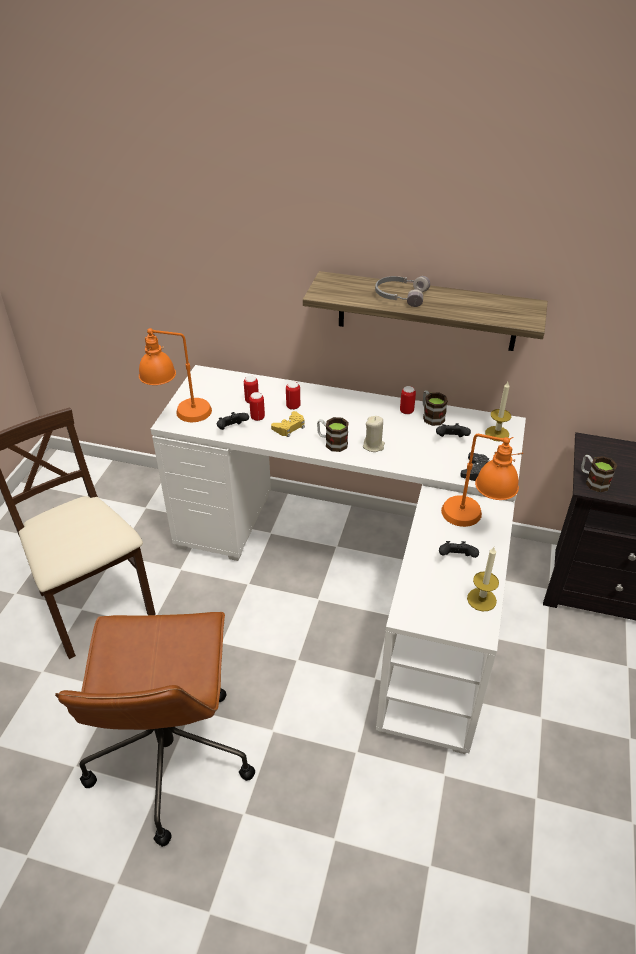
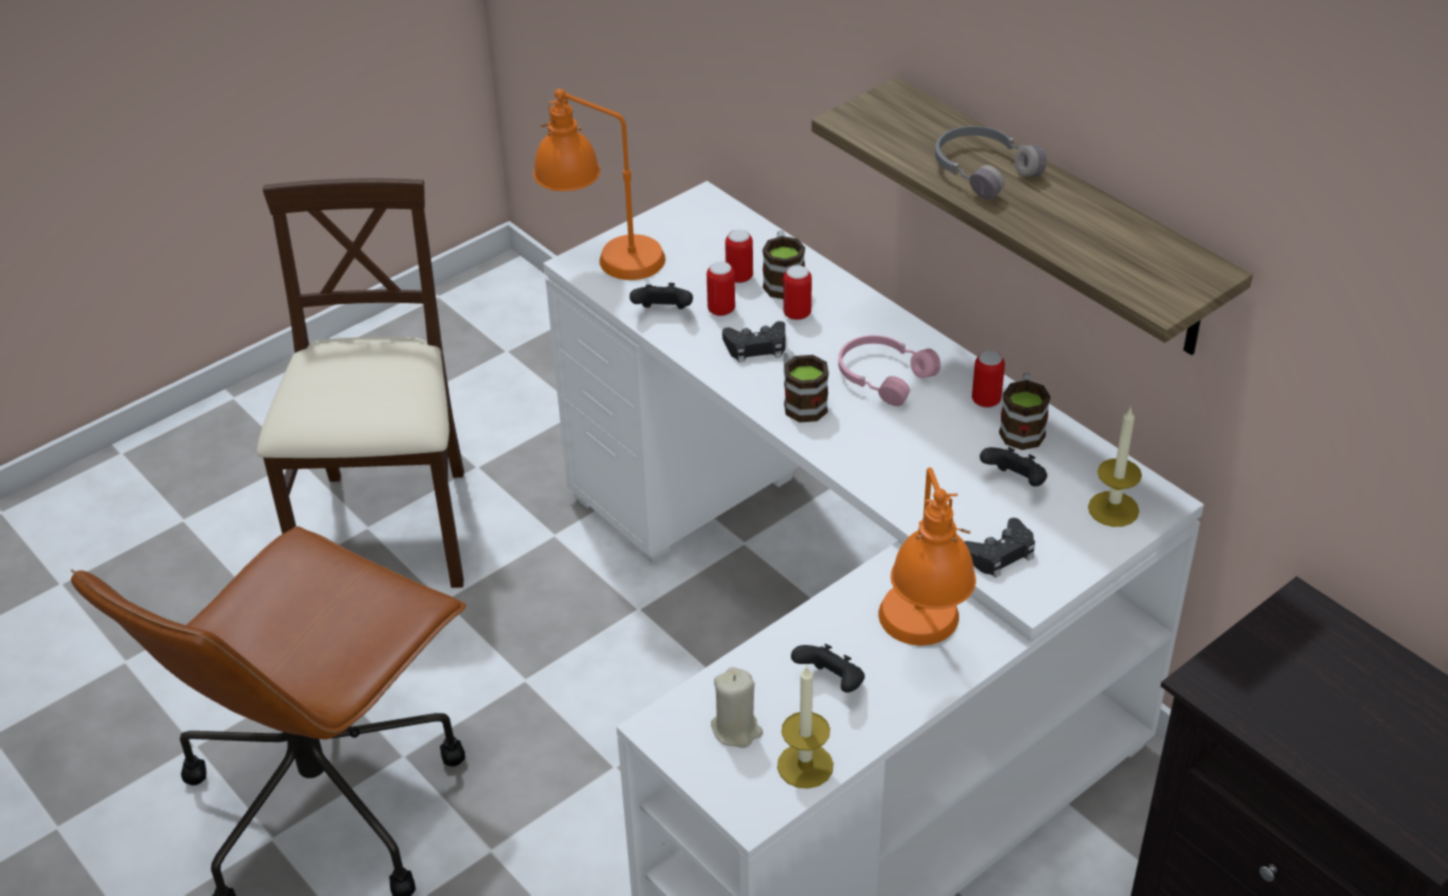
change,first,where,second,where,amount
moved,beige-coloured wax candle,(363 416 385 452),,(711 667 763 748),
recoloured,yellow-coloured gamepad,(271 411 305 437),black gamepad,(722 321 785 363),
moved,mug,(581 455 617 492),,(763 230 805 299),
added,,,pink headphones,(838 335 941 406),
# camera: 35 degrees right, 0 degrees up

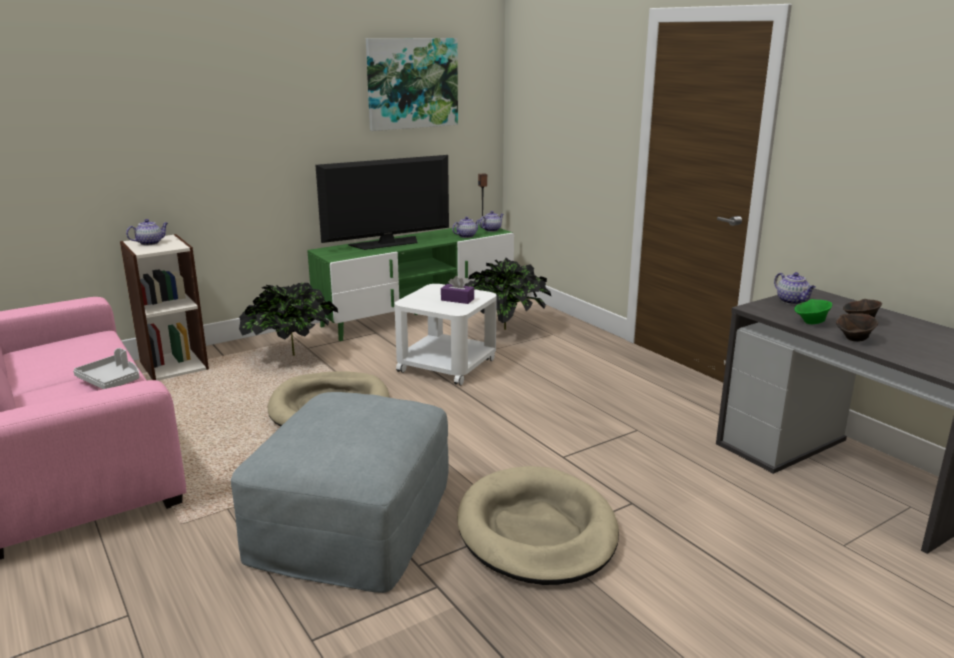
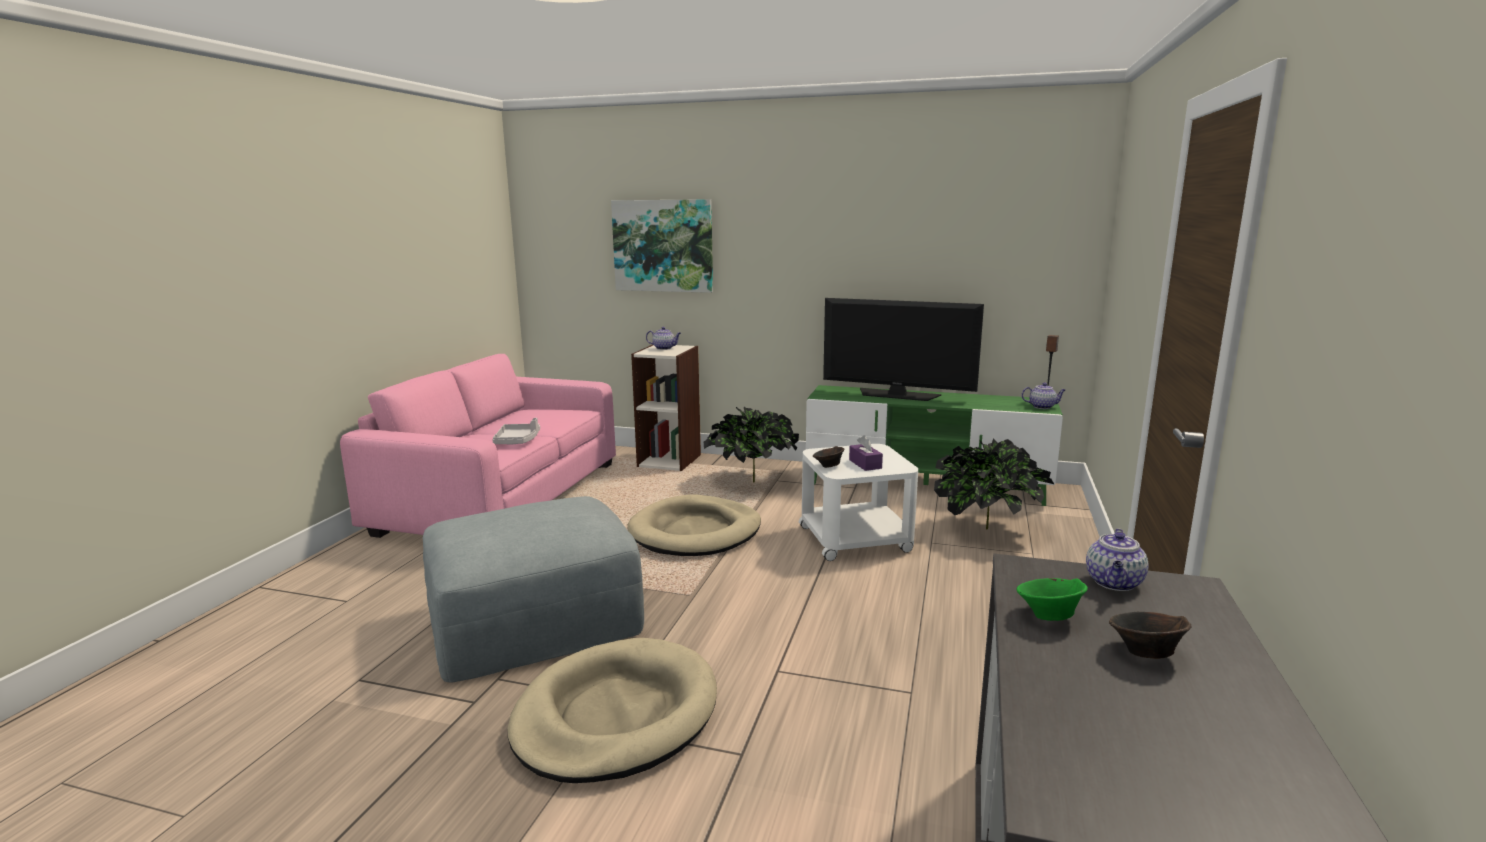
change,first,where,second,where,amount
moved,wall picture,(366 38 458 131),,(611 199 713 293),
moved,brownish deep dish,(836 313 878 342),,(813 446 844 468),
removed,tea pot,(452 217 480 238),,,
# camera: 50 degrees right, 5 degrees down

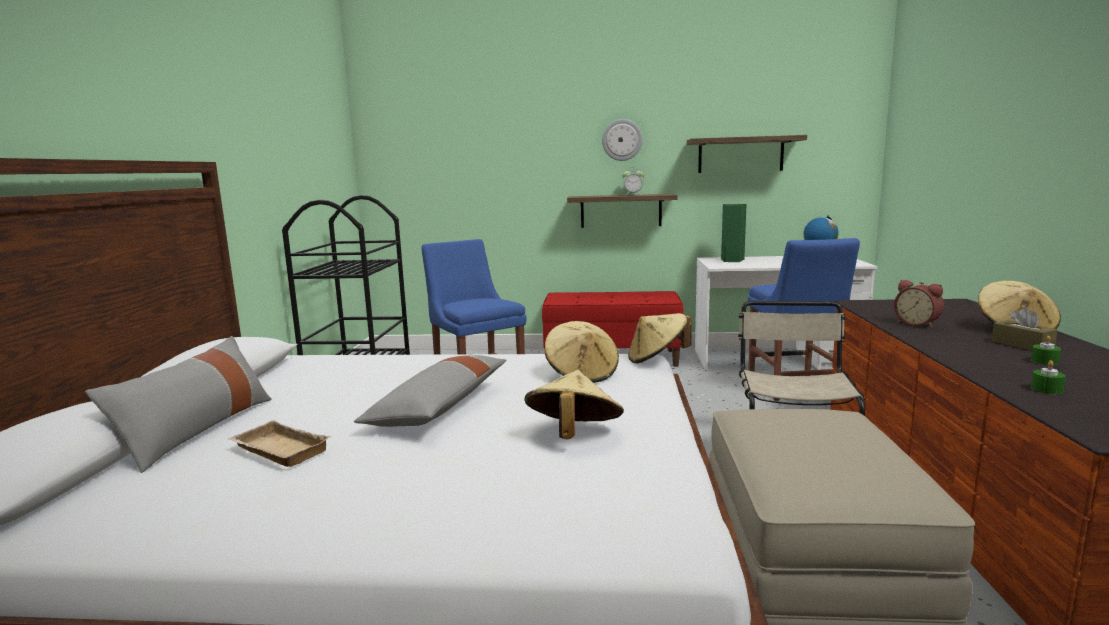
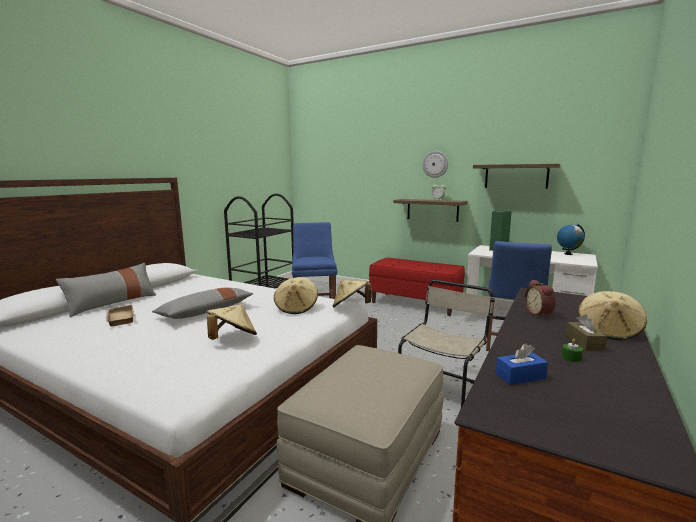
change,first,where,second,where,amount
replaced,greenish wax candle,(1031 360 1066 394),blue-coloured tissue holder,(496 343 548 385),
# camera: 25 degrees right, 0 degrees up

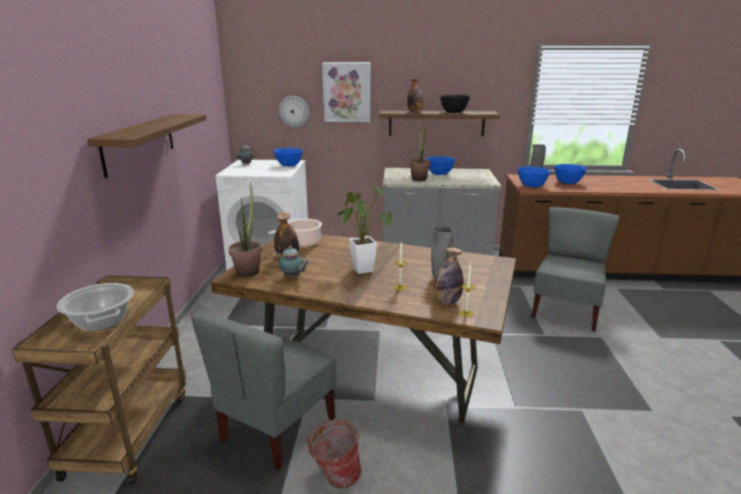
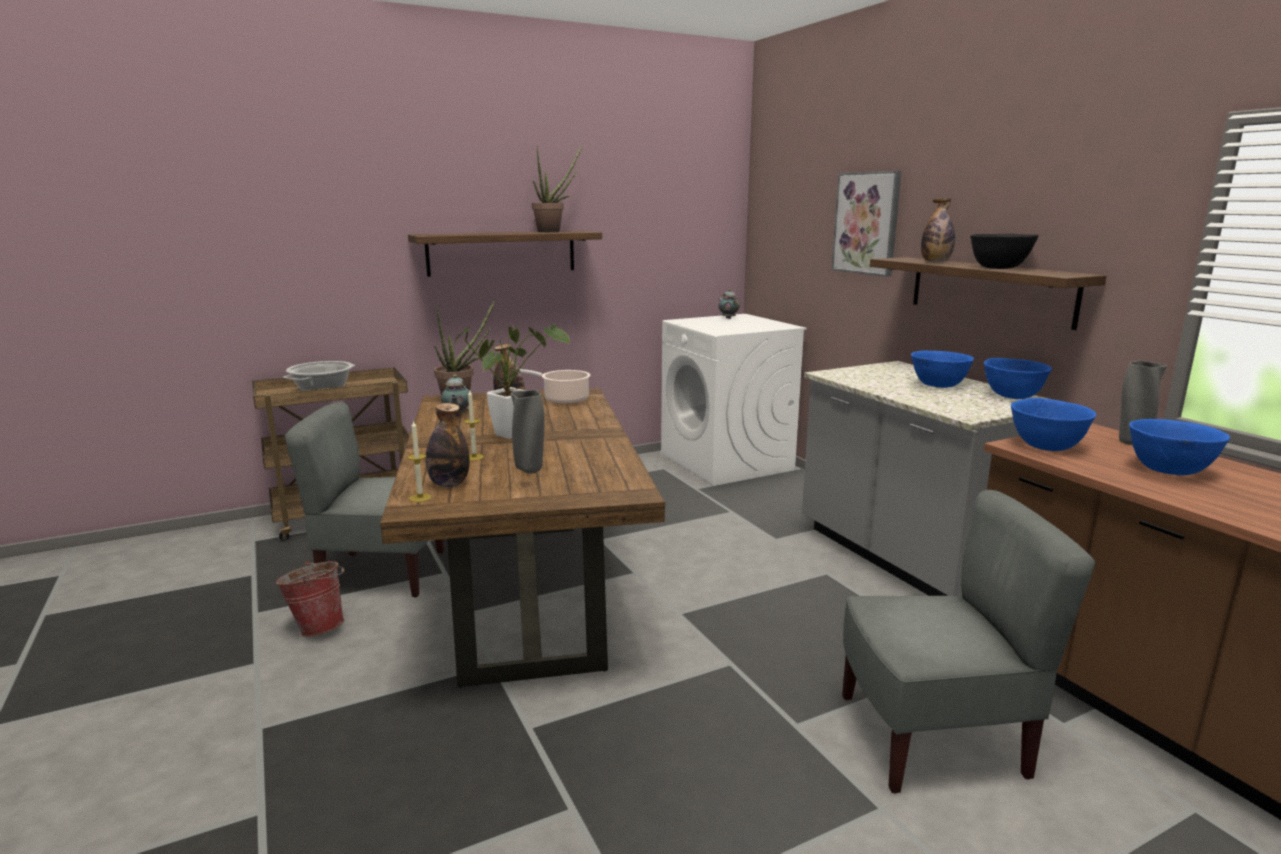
change,first,where,second,where,amount
moved,potted plant,(409 121 431 181),,(532 146 582 232),
moved,blue-coloured deep dish,(274 148 303 167),,(984 358 1052 399),
removed,hanging clock,(279 96 309 127),,,
# camera: 60 degrees right, 5 degrees down

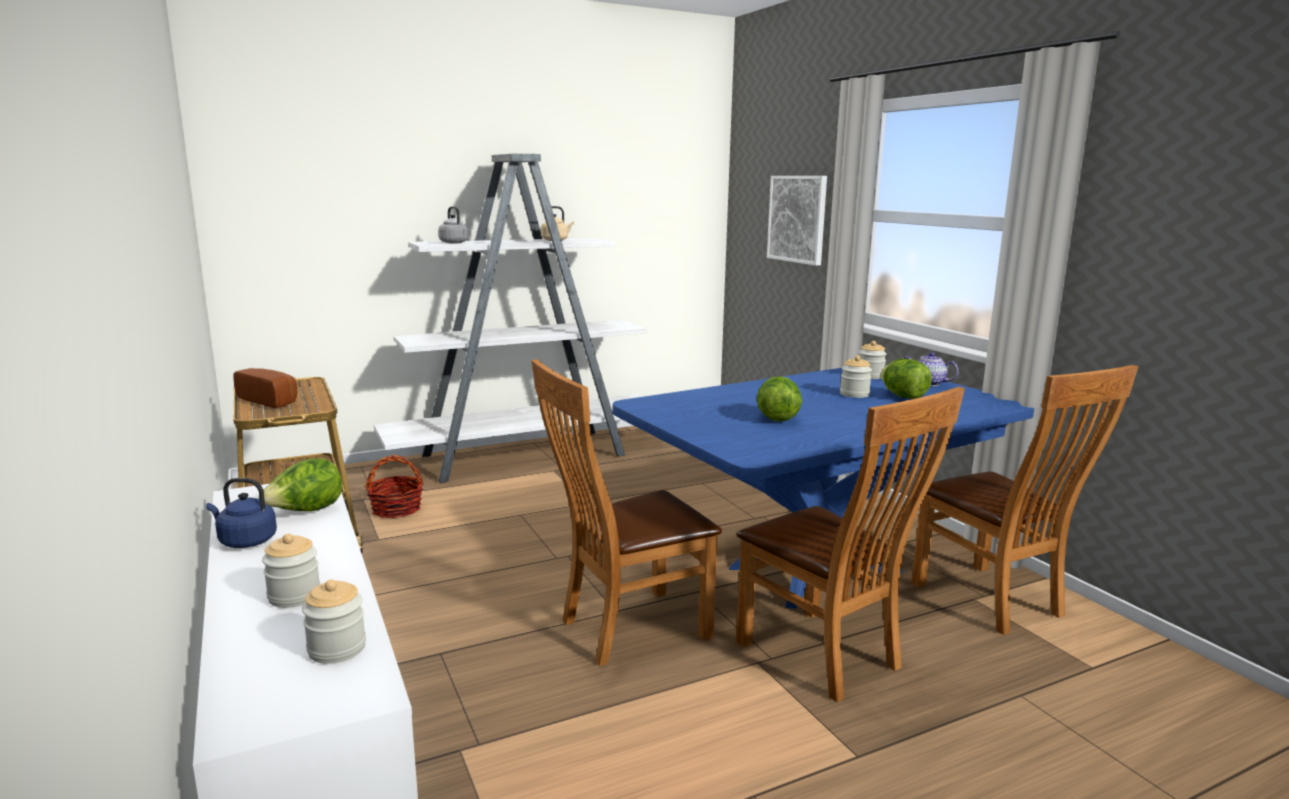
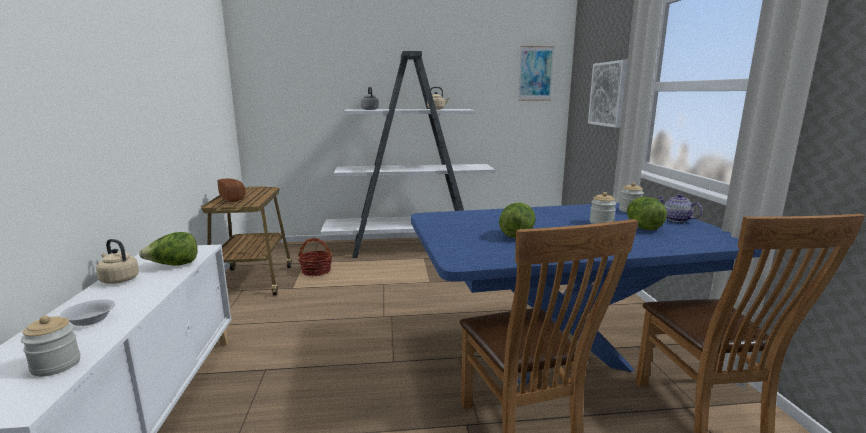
change,first,where,second,where,amount
replaced,jar,(262 534 320 608),whitish deep dish,(59 299 115 326),
recoloured,blue-coloured kettle,(206 478 277 548),beige-coloured kettle,(96 239 139 284),
added,,,wall picture,(518 46 555 101),
removed,brownish plain chair,(531 359 722 666),,,
# camera: 20 degrees right, 0 degrees up

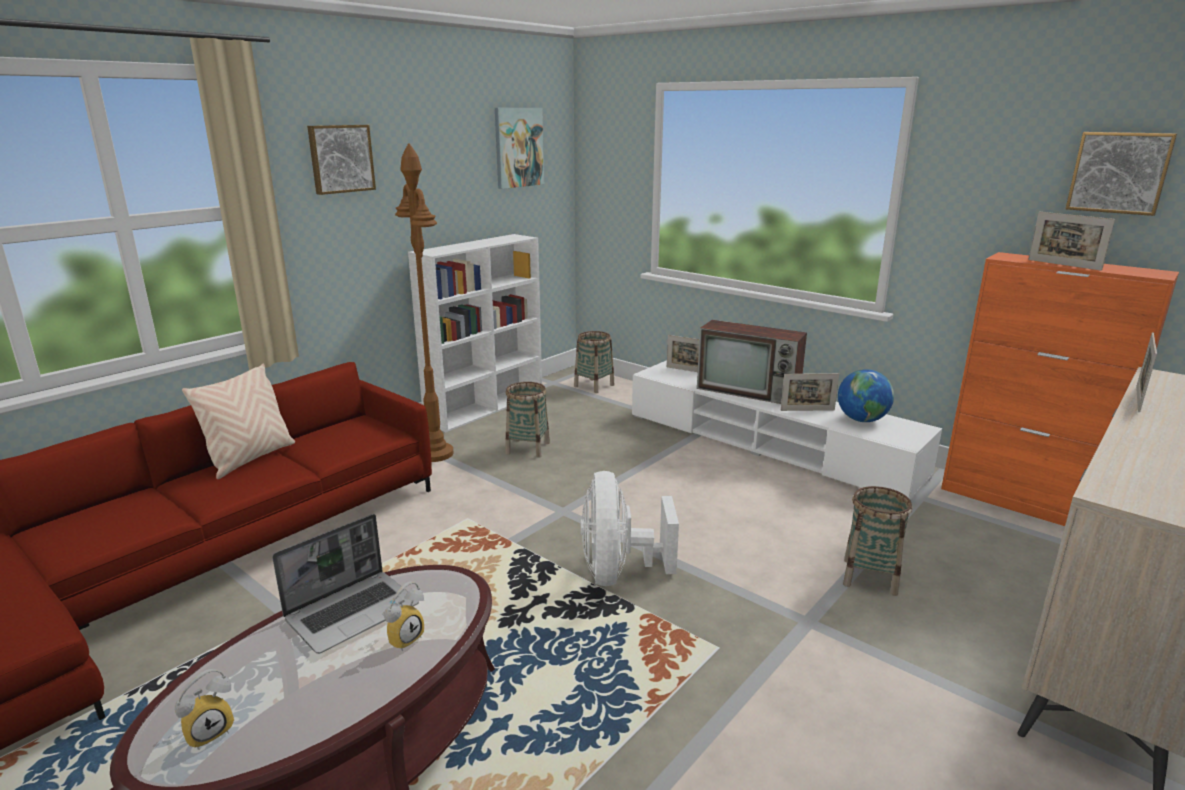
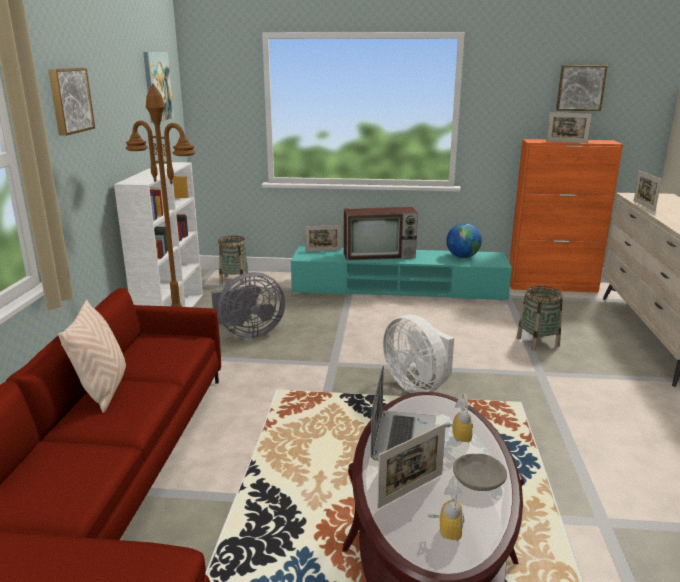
change,first,where,second,where,amount
replaced,storage basket,(505 382 550 458),gray electric fan,(211 272 285 338),
recoloured,whitish tv stand,(632 360 942 501),turquoise-coloured tv stand,(291 246 512 301),
moved,photo frame,(780 373 839 411),,(377 423 446 509),
added,,,gray deep dish,(453 454 507 491),
# camera: 35 degrees left, 0 degrees up

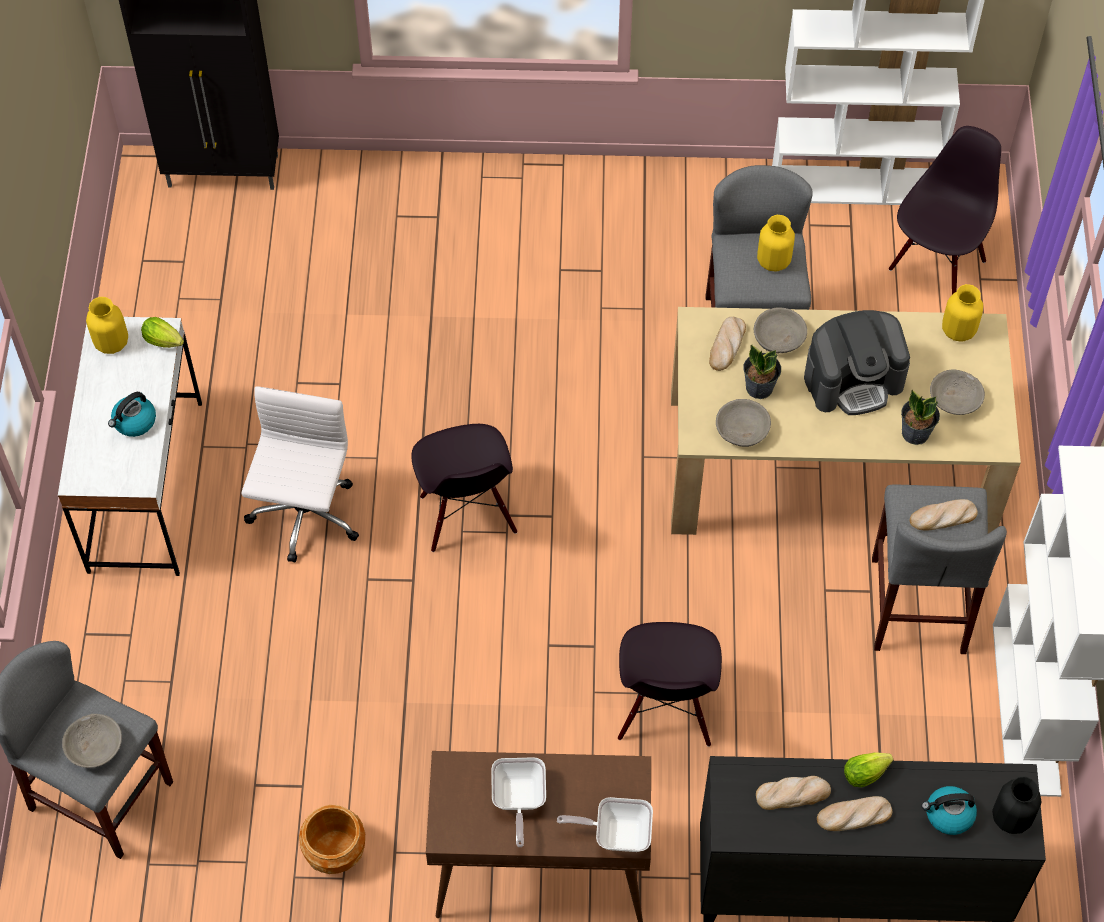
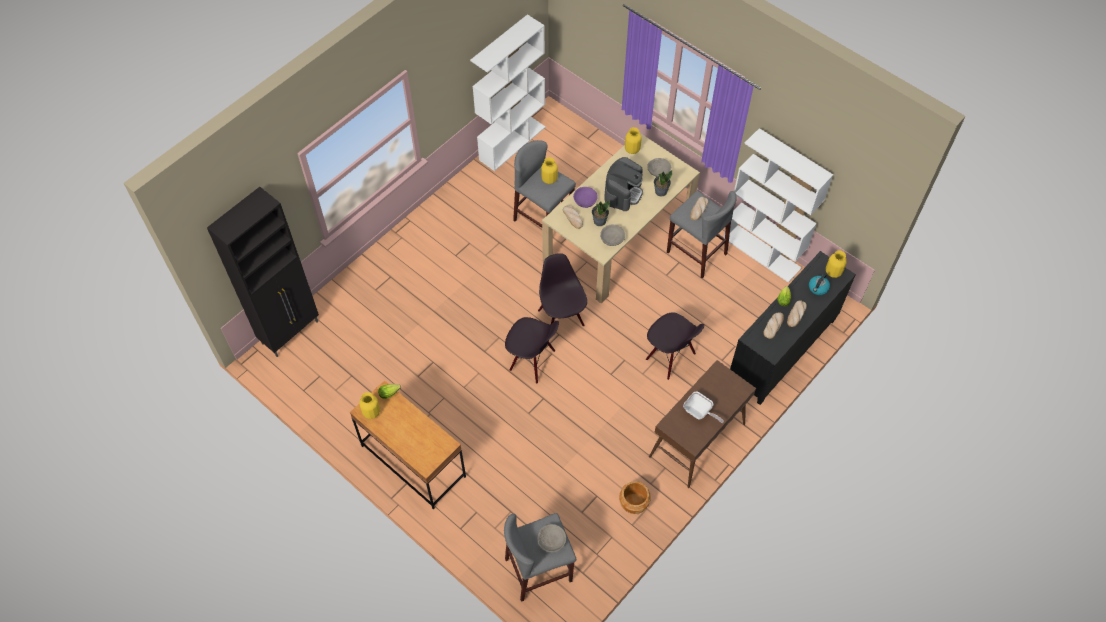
change,first,where,second,where,amount
recoloured,whitish desk unit,(58 317 202 576),brownish desk unit,(350 380 466 510),
moved,black plain chair,(889 126 1001 294),,(538 253 587 327),
recoloured,gray deep dish,(754 307 807 353),purplish deep dish,(573 187 598 208),
recoloured,black decorative vase,(992 777 1041 834),yellow-coloured decorative vase,(826 250 847 278),
removed,kettle,(108 392 156 437),,,
removed,whitish desk chair,(242 386 359 563),,,
removed,skillet,(557 797 653 852),,,
# camera: 50 degrees left, 0 degrees up

